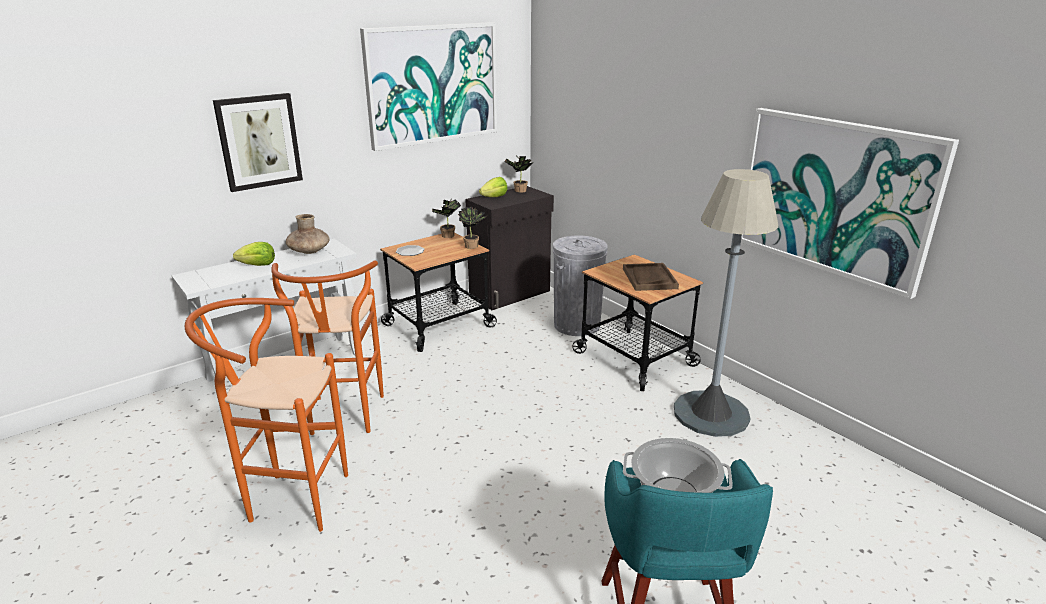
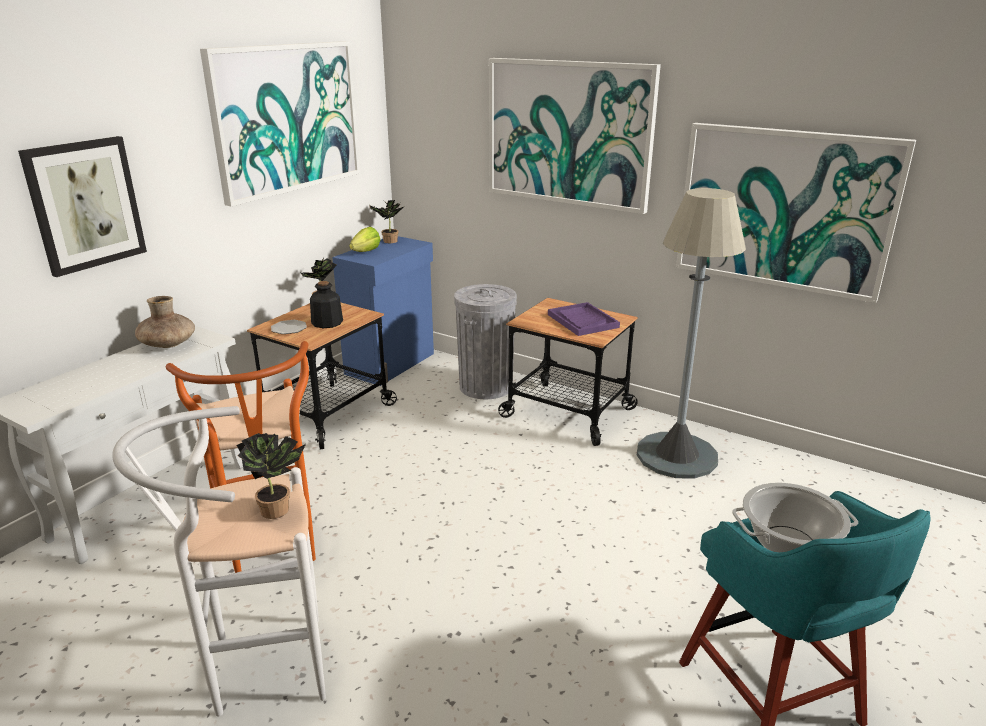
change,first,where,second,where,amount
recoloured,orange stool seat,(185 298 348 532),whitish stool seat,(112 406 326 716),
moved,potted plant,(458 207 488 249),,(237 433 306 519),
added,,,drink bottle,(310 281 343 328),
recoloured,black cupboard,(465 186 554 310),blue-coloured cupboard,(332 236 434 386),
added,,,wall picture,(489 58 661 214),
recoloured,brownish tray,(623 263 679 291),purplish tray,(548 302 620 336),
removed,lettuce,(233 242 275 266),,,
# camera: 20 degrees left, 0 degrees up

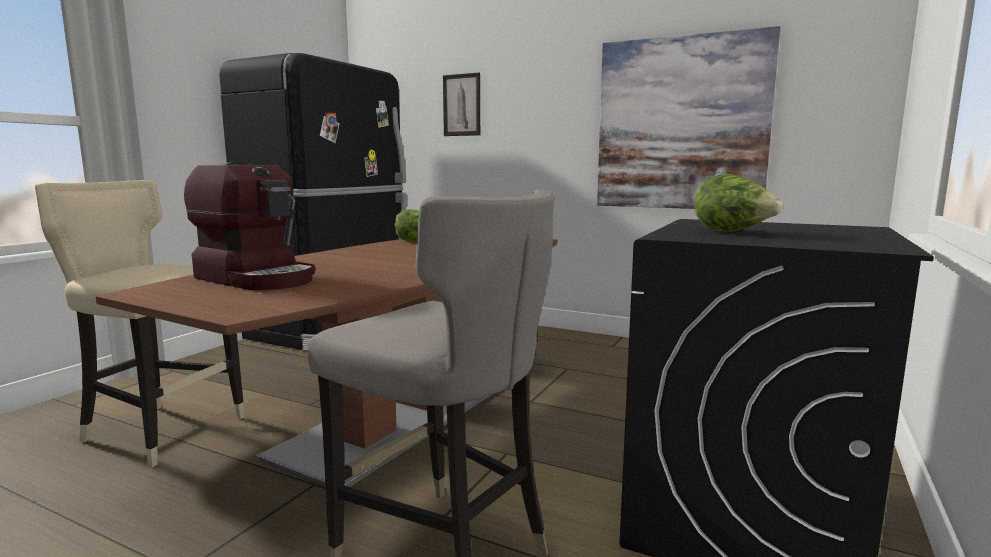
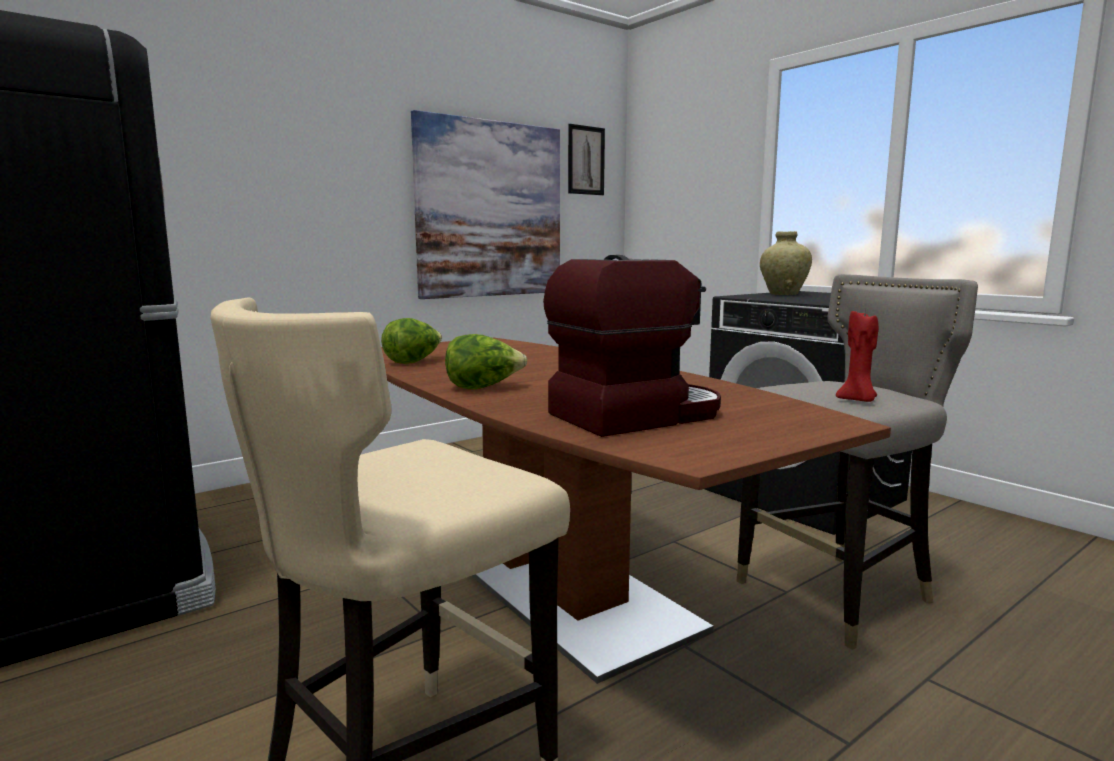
change,first,where,second,where,amount
moved,lettuce,(694 174 783 232),,(445 334 527 389),
moved,wall picture,(443 73 480 136),,(568 124 605 195),
added,,,beige-coloured decorative vase,(760 231 812 295),
added,,,reddish wax candle,(836 308 879 402),
# camera: 65 degrees left, 0 degrees up

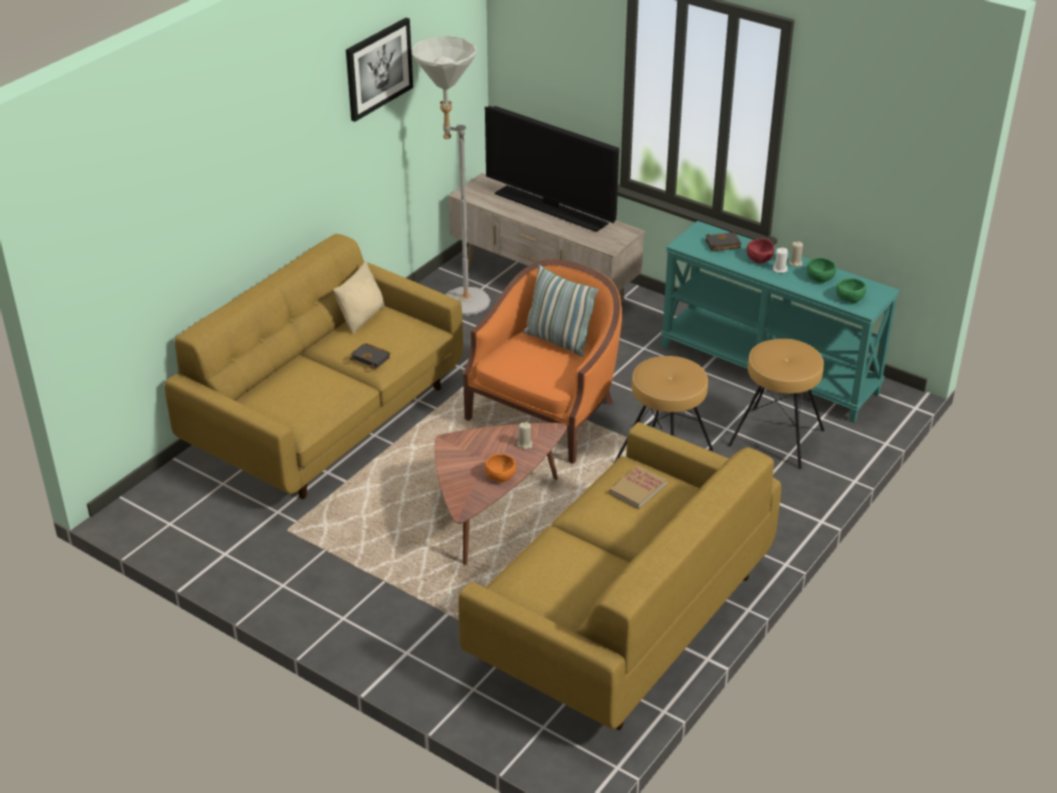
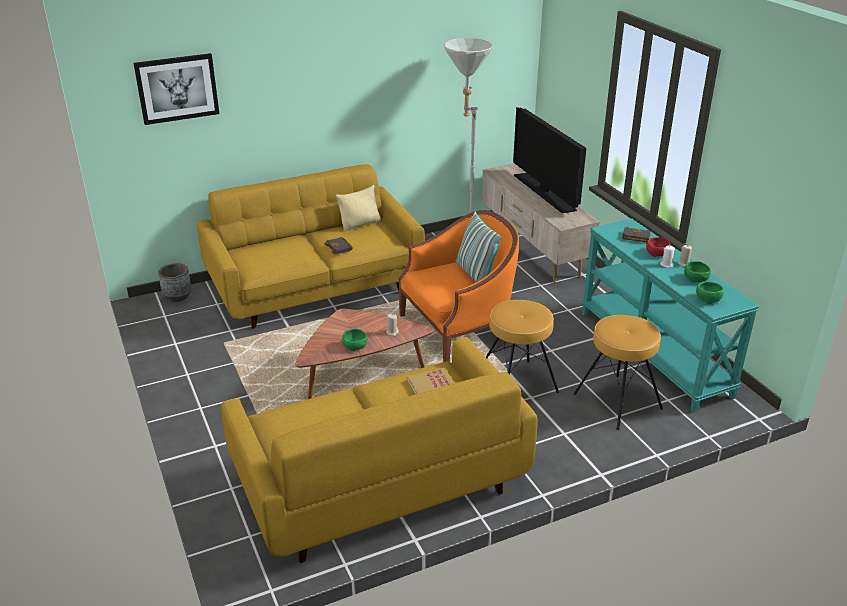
change,first,where,second,where,amount
moved,wall picture,(346 18 413 122),,(134 53 219 125),
added,,,gray plant pot,(158 263 191 302),
recoloured,orange deep dish,(485 454 516 483),greenish deep dish,(342 329 367 351),
# camera: 30 degrees right, 5 degrees down

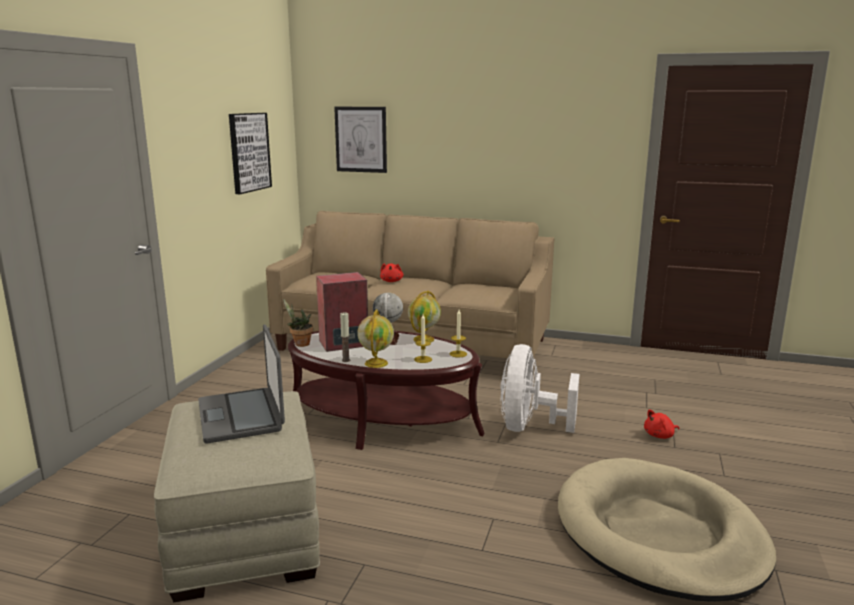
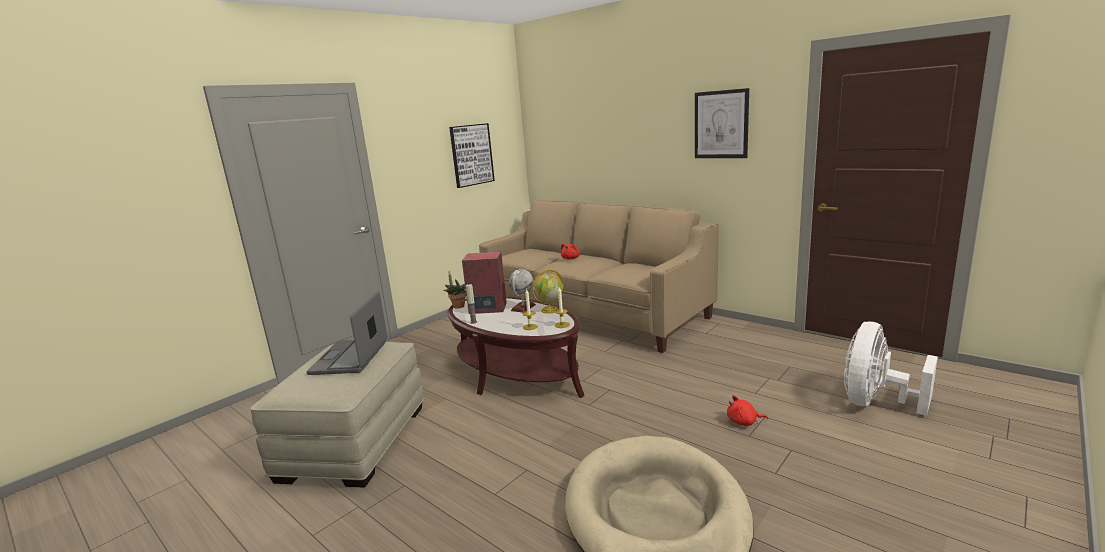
change,first,where,second,where,amount
moved,wall picture,(334 107 387 173),,(695 88 749 158),
moved,whitish electric fan,(500 344 579 433),,(844 322 938 416),
removed,globe,(357 309 394 368),,,
# camera: 25 degrees right, 0 degrees up

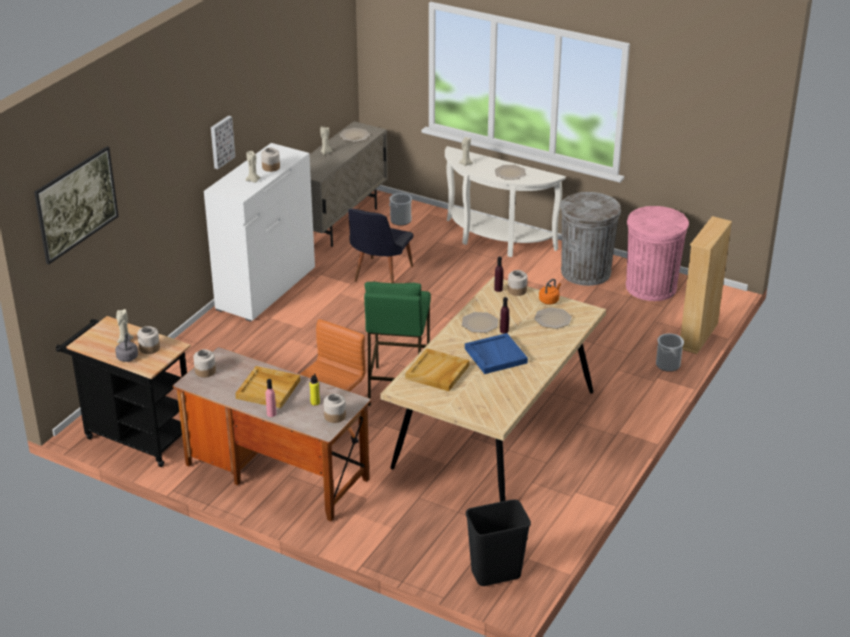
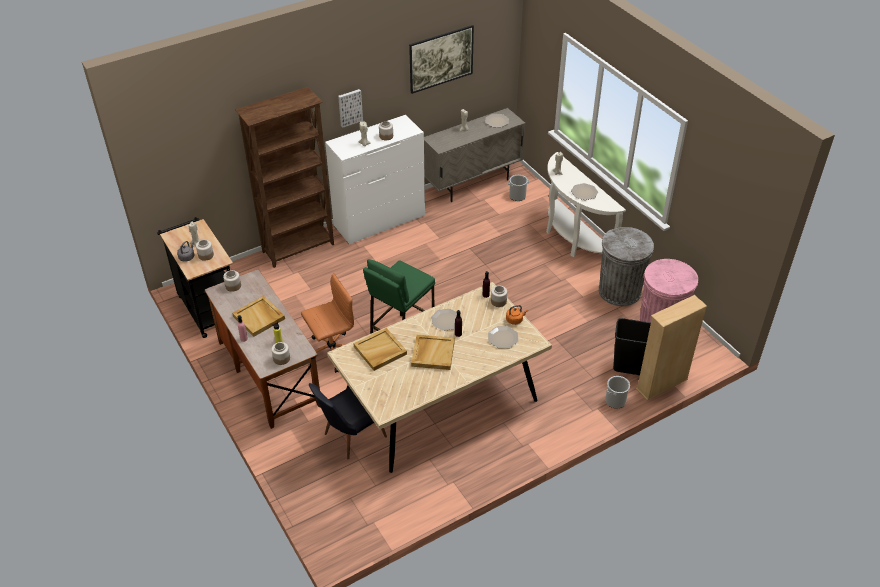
change,first,where,second,where,amount
added,,,brownish bookshelf,(235 87 334 268),
moved,black plain chair,(348 209 413 283),,(309 383 387 459),
moved,wall picture,(34 146 119 264),,(409 25 474 94),
recoloured,blue-coloured tray,(465 333 528 374),beige-coloured tray,(411 335 455 370),
moved,black waste bin,(466 499 531 586),,(613 318 651 375),
# camera: 30 degrees right, 10 degrees up

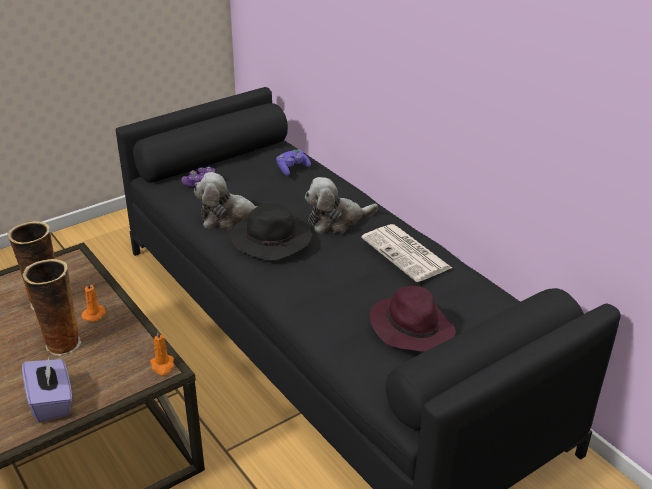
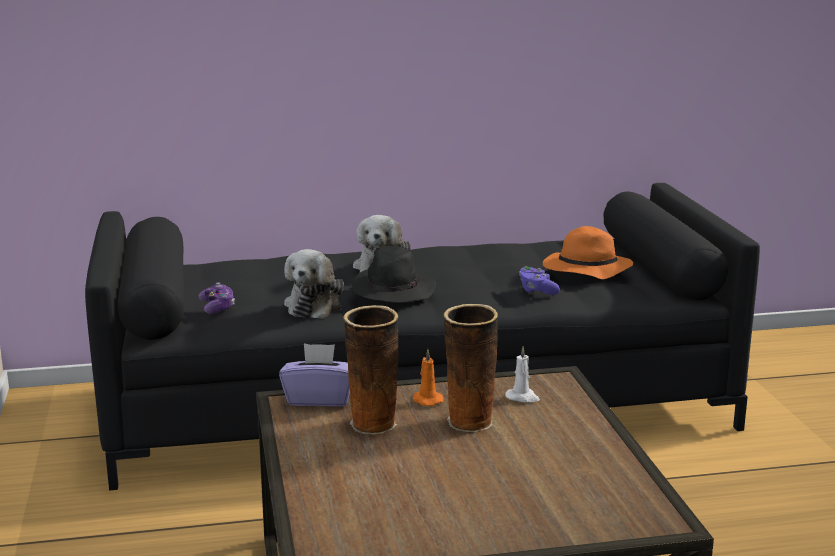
change,first,where,second,where,amount
moved,purplish tissue holder,(22 358 72 422),,(279 343 350 406),
added,,,whitish wax candle,(505 346 540 403),
moved,purplish gamepad,(276 149 311 176),,(519 266 560 295),
recoloured,purplish hat,(369 286 455 352),orange hat,(543 226 633 279),
removed,orange wax candle,(150 330 174 376),,,
removed,daily paper,(361 224 452 282),,,
# camera: 65 degrees left, 15 degrees down

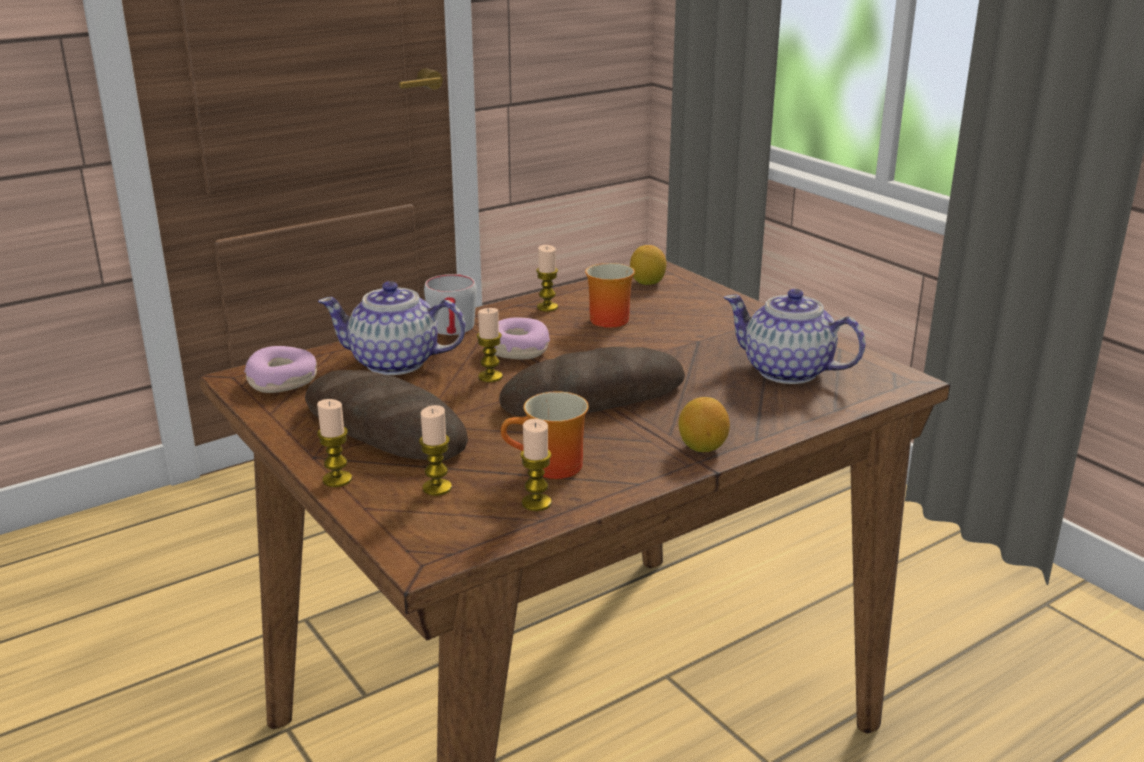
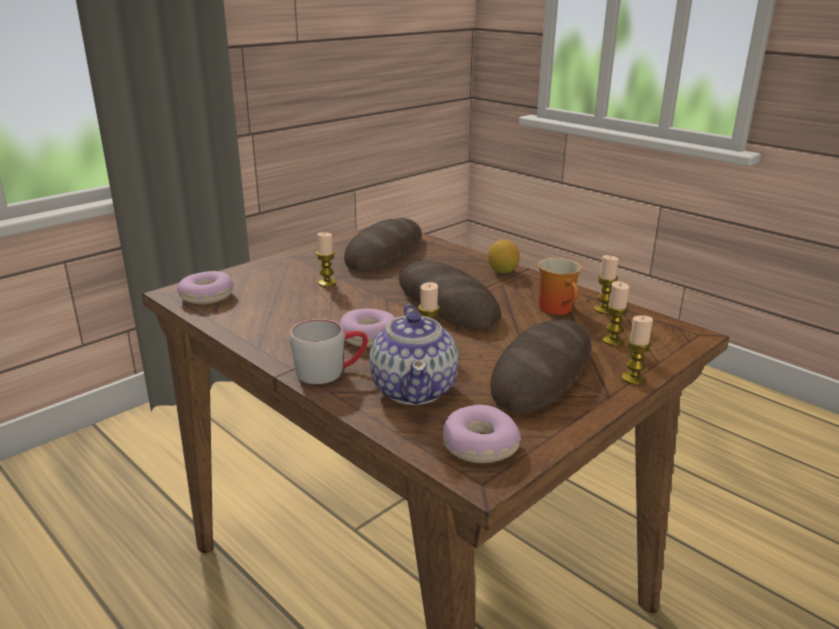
change,first,where,second,where,amount
replaced,citrus fruit,(630 245 666 285),doughnut,(177 271 234 304),
moved,wax candle,(536 245 558 311),,(316 232 336 287),
replaced,tea pot,(724 289 866 384),bakery bread,(344 218 422 272),
removed,mug,(585 263 635 328),,,
# camera: 100 degrees left, 0 degrees up

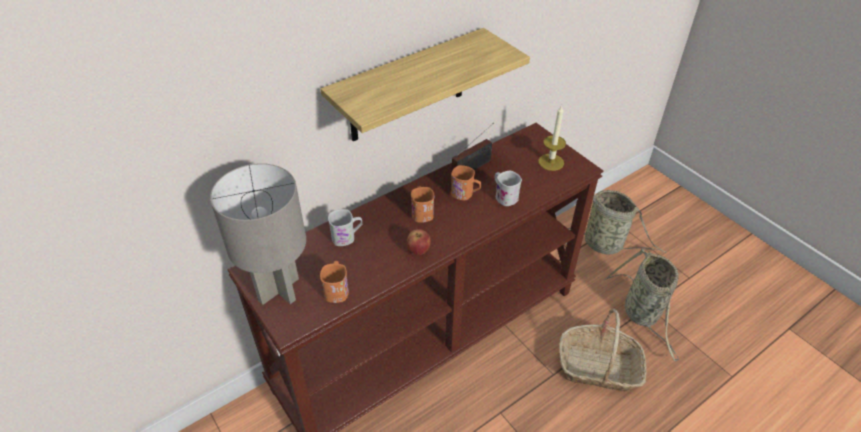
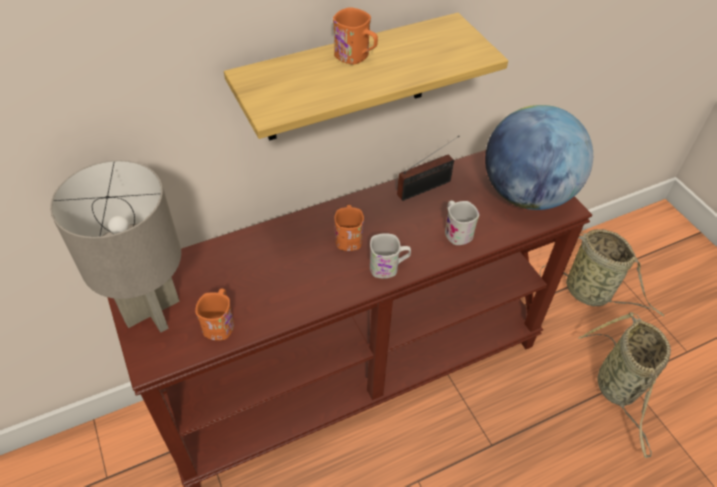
change,first,where,second,where,amount
moved,orange mug,(451 165 481 200),,(333 7 378 64),
moved,whitish mug,(328 209 362 246),,(370 233 411 279),
replaced,wax candle,(538 105 566 171),globe,(485 105 593 210),
removed,whole apple,(407 229 431 255),,,
removed,storage basket,(559 308 647 392),,,
# camera: 10 degrees right, 5 degrees up

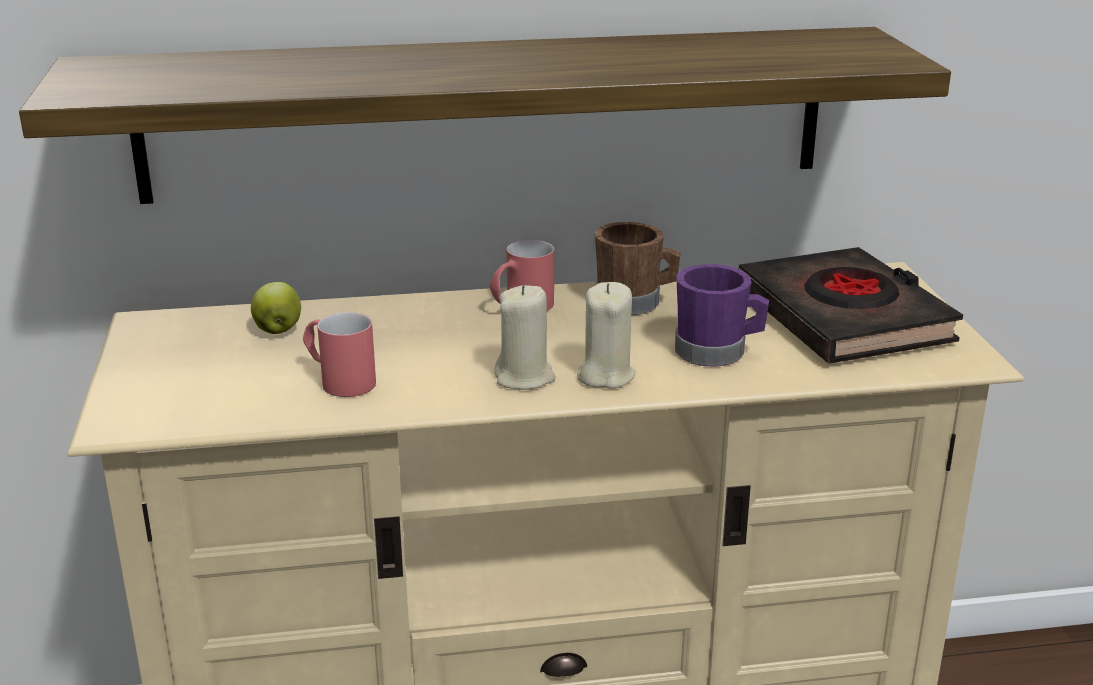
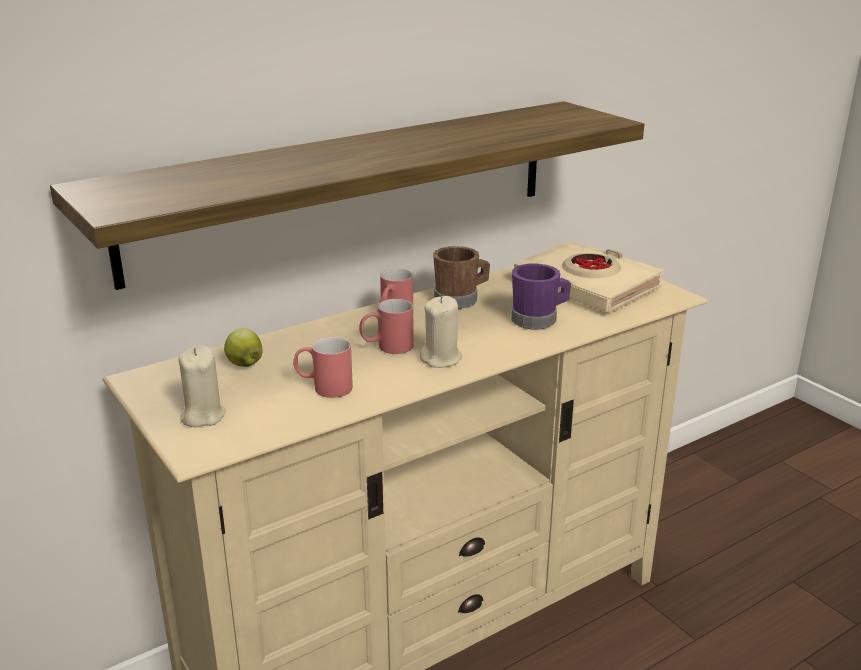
change,first,where,second,where,amount
moved,beige-coloured wax candle,(577 282 636 389),,(178 346 226 427),
added,,,reddish mug,(359 299 414 354),
recoloured,black volume,(738 247 963 363),beige-coloured volume,(514 241 664 313),
# camera: 25 degrees left, 0 degrees up

